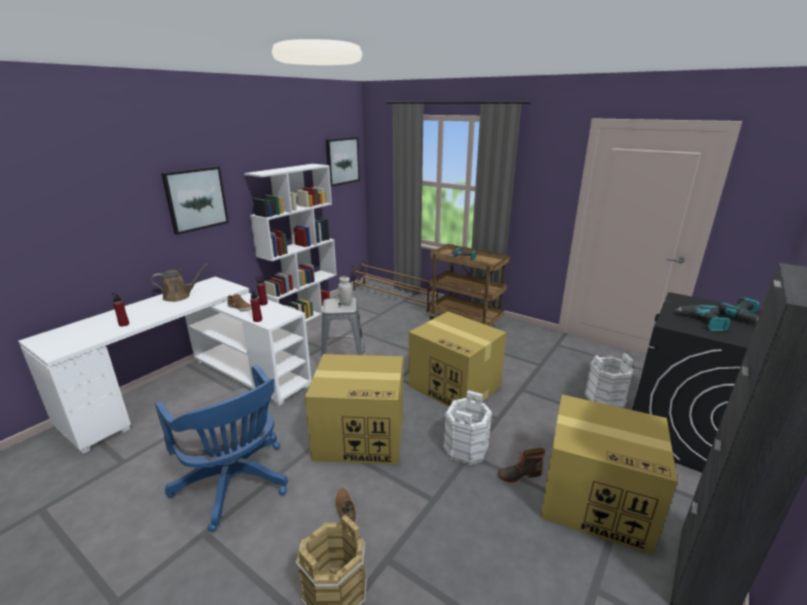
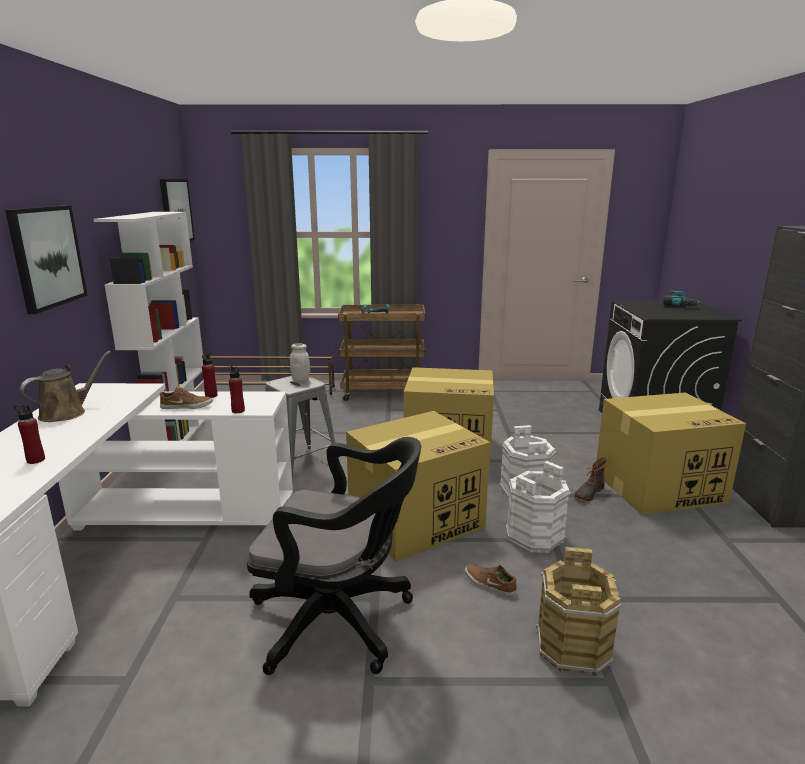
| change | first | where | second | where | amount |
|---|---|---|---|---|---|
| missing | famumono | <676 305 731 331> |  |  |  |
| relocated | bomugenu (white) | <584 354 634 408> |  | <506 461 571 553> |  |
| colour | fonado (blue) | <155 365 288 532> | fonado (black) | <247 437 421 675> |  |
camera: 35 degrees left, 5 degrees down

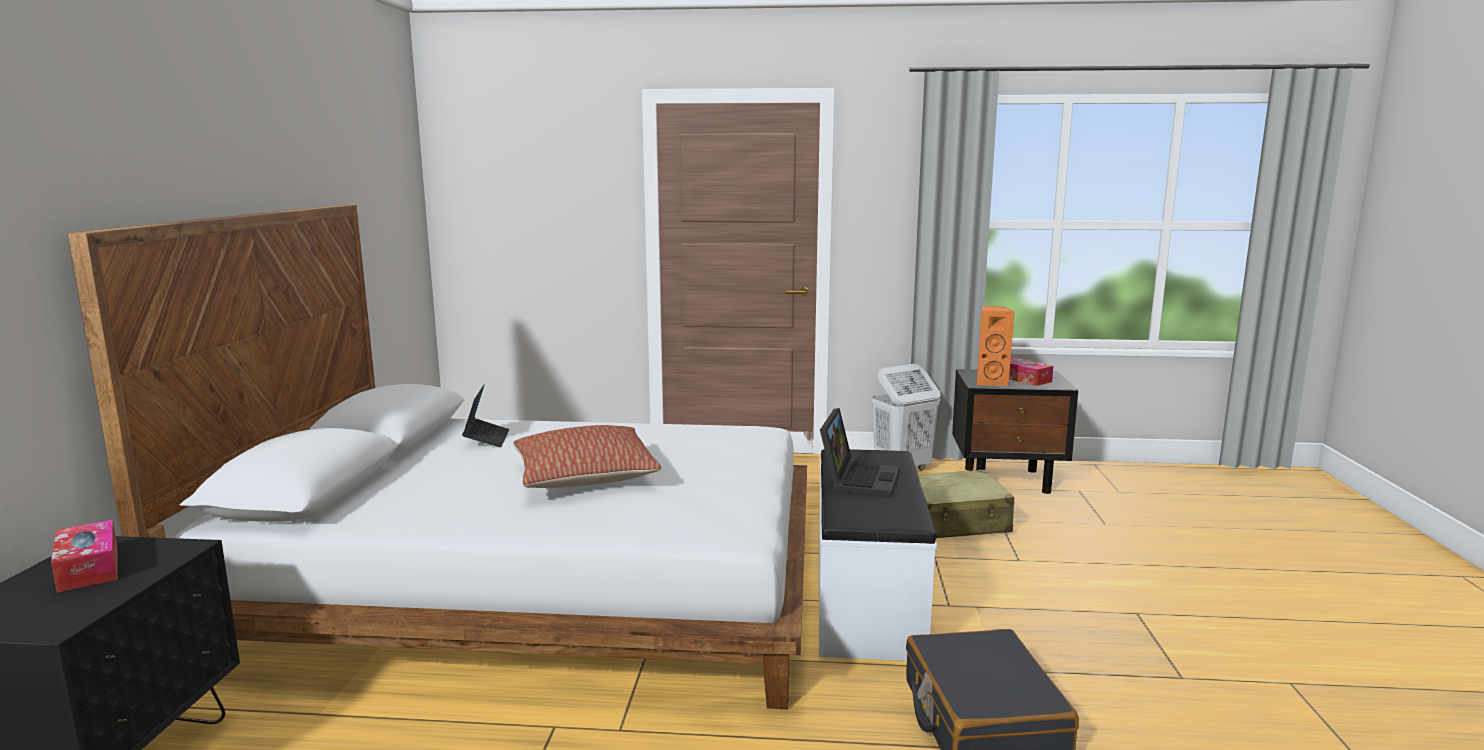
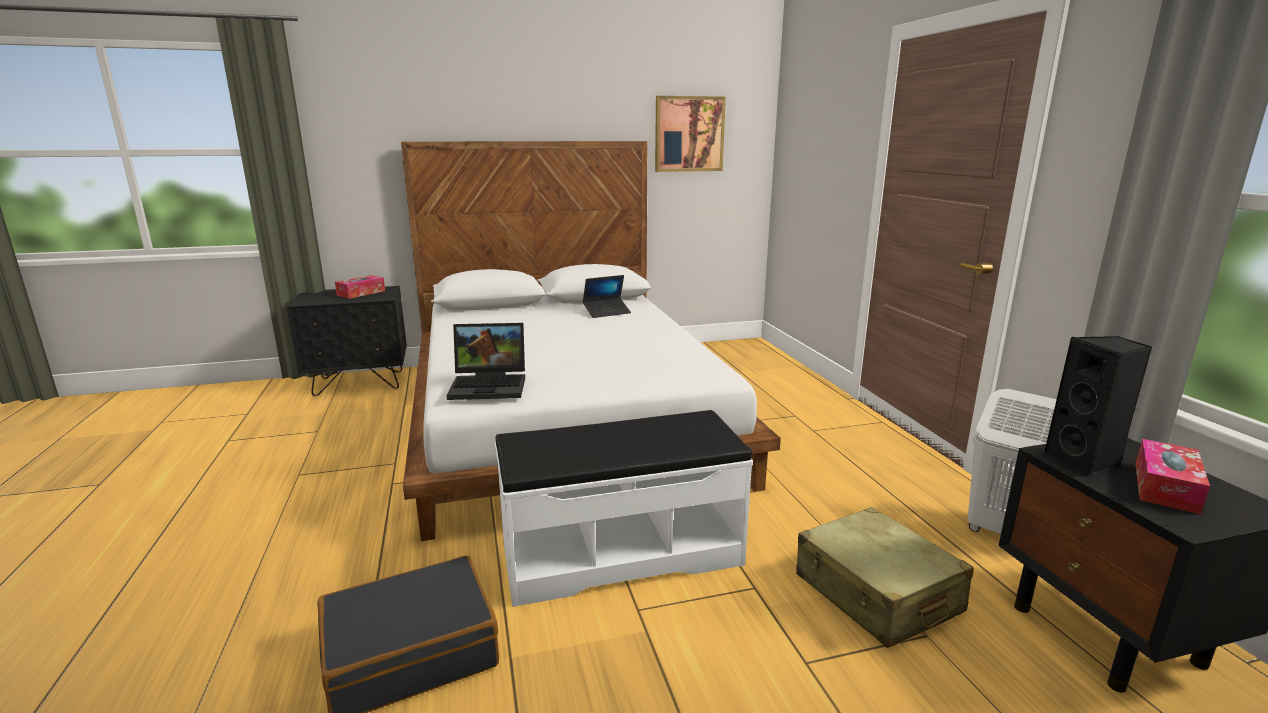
| change | first | where | second | where | amount |
|---|---|---|---|---|---|
| missing | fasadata | <513 425 661 488> |  |  |  |
| appeared |  |  | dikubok | <655 96 726 172> |  |
| relocated | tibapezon | <820 408 900 497> |  | <447 323 525 400> |  |
| colour | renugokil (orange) | <977 306 1014 386> | renugokil (black) | <1044 336 1153 476> |  |
camera: 70 degrees right, 5 degrees up

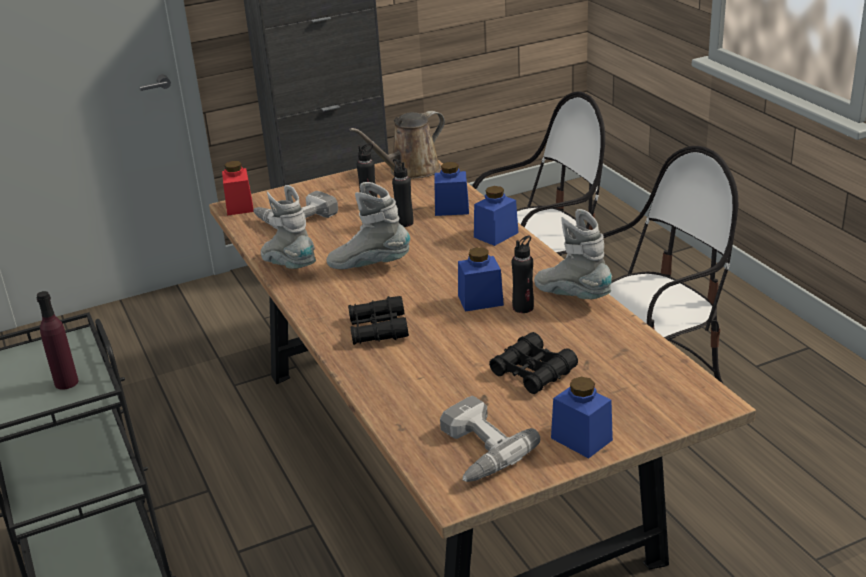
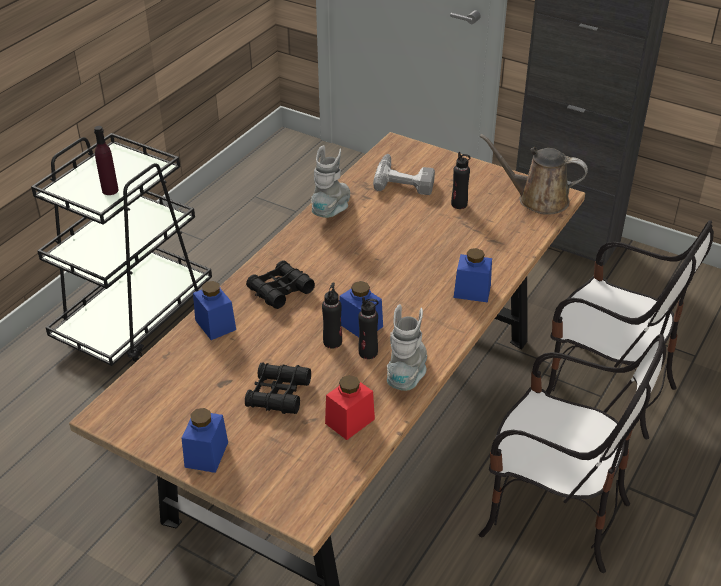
| change | first | where | second | where | amount |
|---|---|---|---|---|---|
| missing | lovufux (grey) | <326 182 410 269> |  |  |  |
| missing | famumono | <440 396 540 482> |  |  |  |
| relocated | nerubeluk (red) | <222 161 253 216> |  | <325 375 375 440> |  |
| relocated | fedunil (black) | <392 159 414 227> |  | <322 283 342 349> |  |
| relocated | nerubeluk (blue) | <434 162 469 216> |  | <193 281 236 340> |  |
camera: 55 degrees right, 10 degrees up

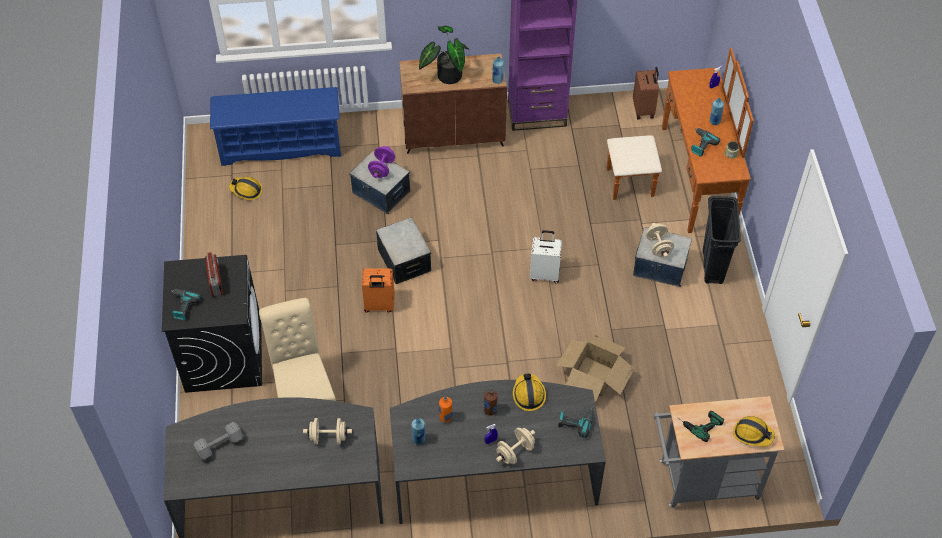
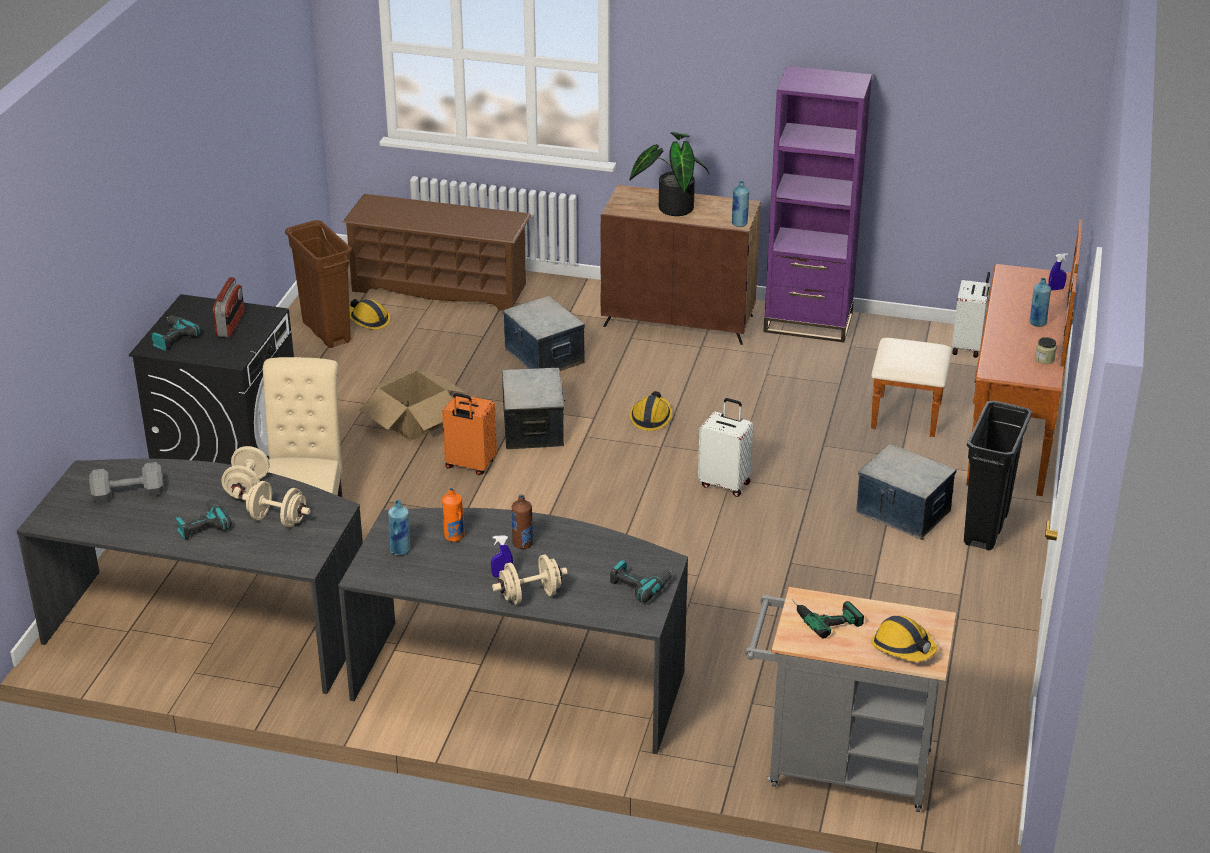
| change | first | where | second | where | amount |
|---|---|---|---|---|---|
| missing | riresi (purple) | <368 146 395 178> |  |  |  |
| appeared |  |  | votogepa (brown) | <285 220 352 348> |  |
| relocated | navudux | <513 374 546 411> |  | <630 391 672 431> |  |
| relocated | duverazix | <556 334 635 402> |  | <359 370 466 441> |  |
| relocated | riresi (beige) | <646 223 674 258> |  | <222 446 270 499> |  |
| relocated | famumono | <691 128 720 157> |  | <176 499 232 540> |  |
| colour | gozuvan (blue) | <210 87 341 166> | gozuvan (brown) | <343 194 531 311> |  |
| colour | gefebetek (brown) | <633 67 659 119> | gefebetek (white) | <952 272 990 358> |  |
camera: 20 degrees right, 20 degrees down

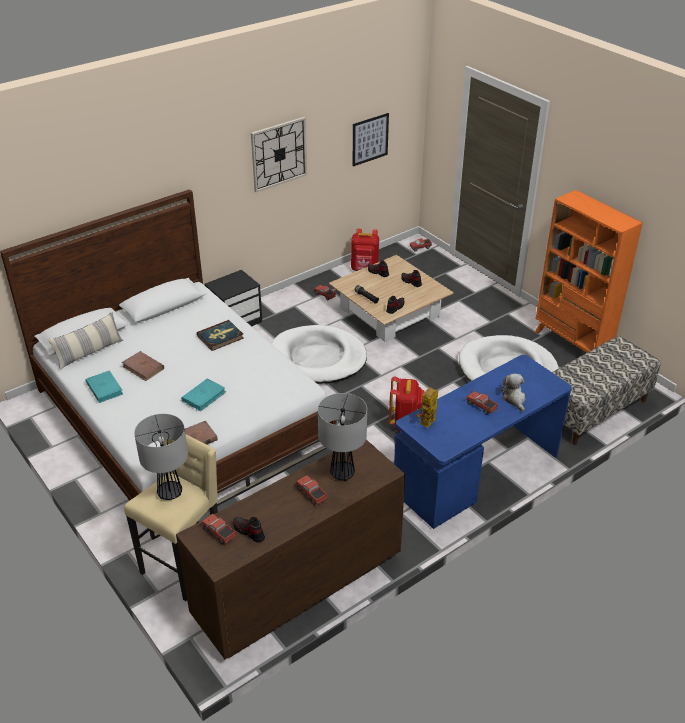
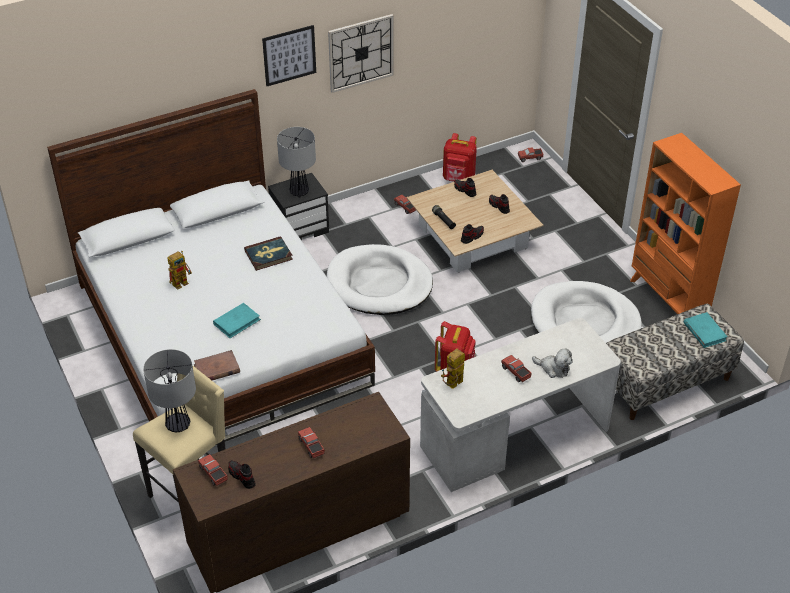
| change | first | where | second | where | amount |
|---|---|---|---|---|---|
| missing | fasadata | <48 312 123 370> |  |  |  |
| relocated | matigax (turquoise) | <85 371 123 403> |  | <684 312 728 348> |  |
| relocated | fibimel | <318 393 367 481> |  | <277 127 316 198> |  |
| relocated | dikubok | <353 113 389 167> |  | <262 25 316 86> |  |
| exchanged | matigax (brown) | <122 351 164 381> | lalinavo | <167 251 192 290> |  |
| colour | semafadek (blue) | <394 355 572 529> | semafadek (white) | <420 318 621 492> |  |
| spun | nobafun | <501 373 525 412> |  | <532 348 573 378> | 120 degrees clockwise |
camera: 10 degrees right, 5 degrees up

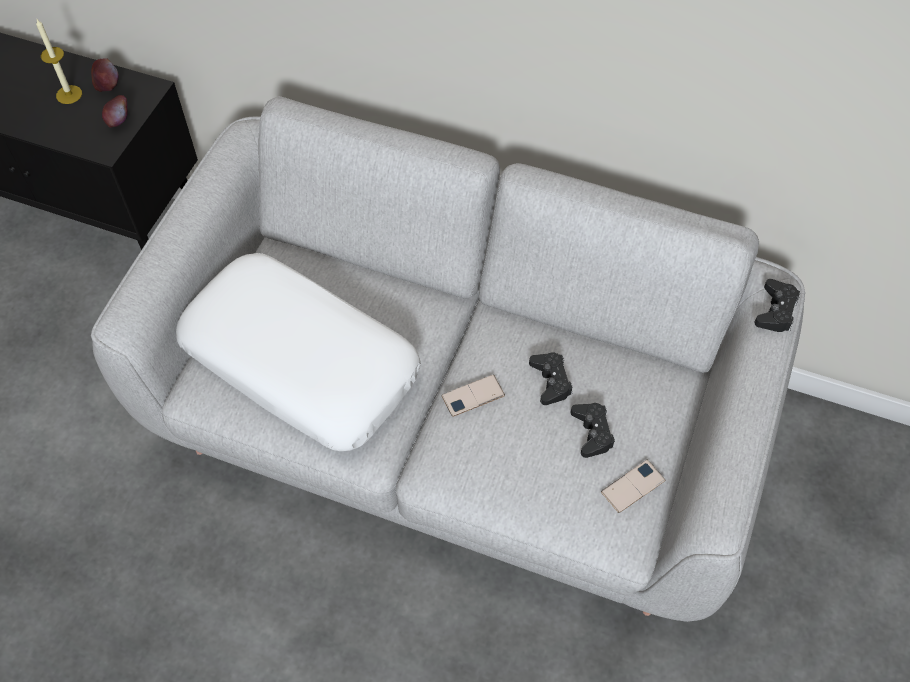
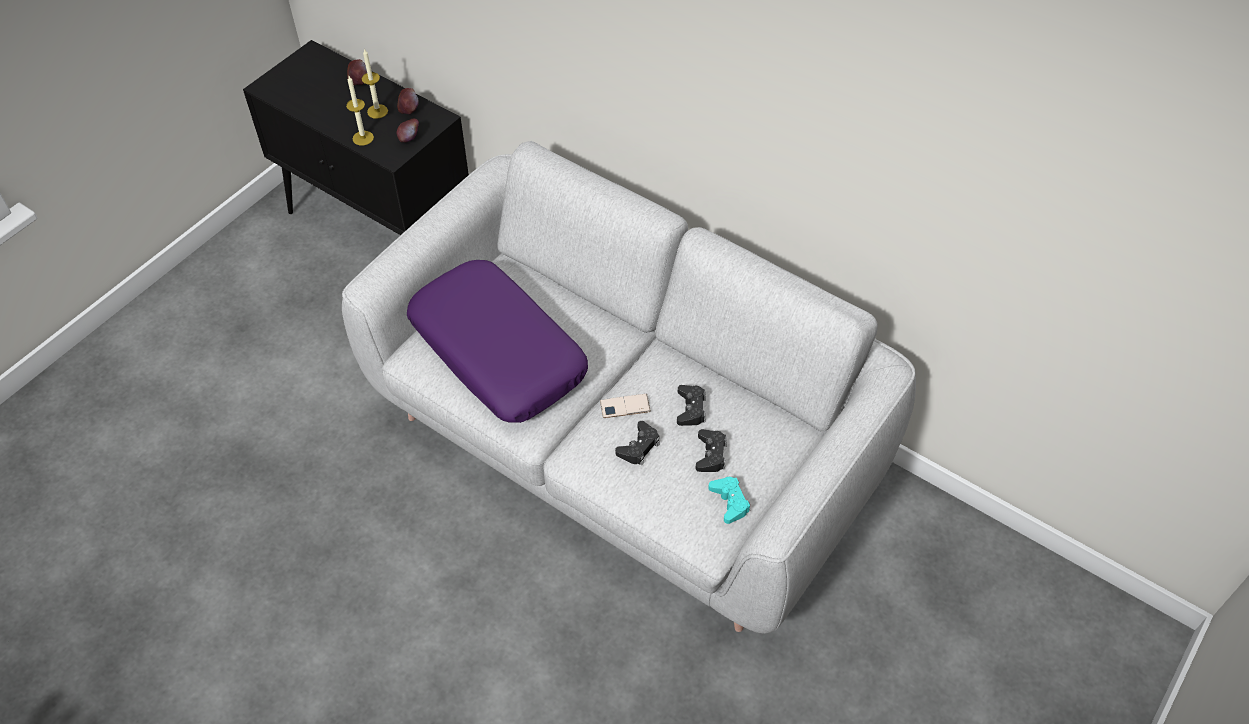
| change | first | where | second | where | amount |
|---|---|---|---|---|---|
| appeared |  |  | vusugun | <346 76 374 146> |  |
| appeared |  |  | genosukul | <347 59 367 86> |  |
| relocated | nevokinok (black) | <754 279 800 332> |  | <615 421 660 465> |  |
| exchanged | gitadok | <601 460 665 513> | nevokinok (turquoise) | <708 477 750 524> |  |
| colour | fasadata (white) | <176 253 421 451> | fasadata (purple) | <407 260 588 423> |  |
camera: 15 degrees right, 5 degrees down

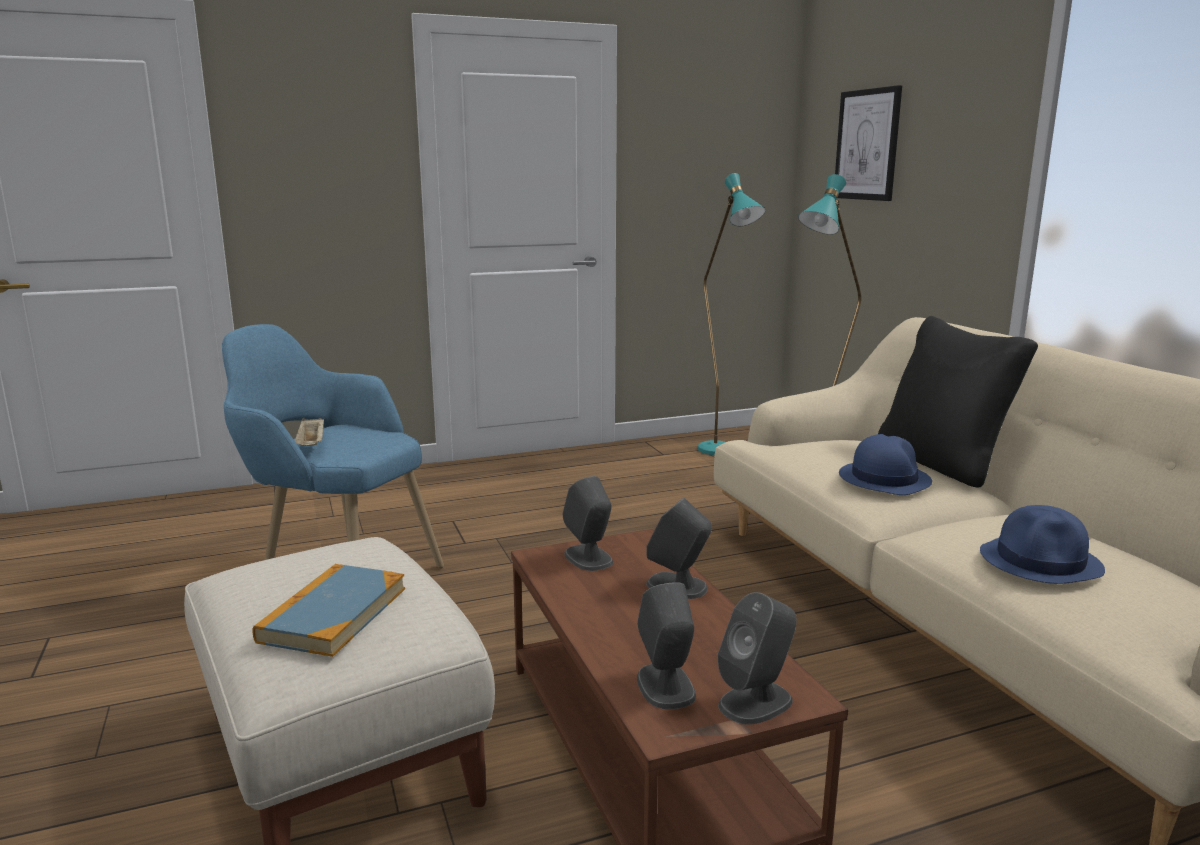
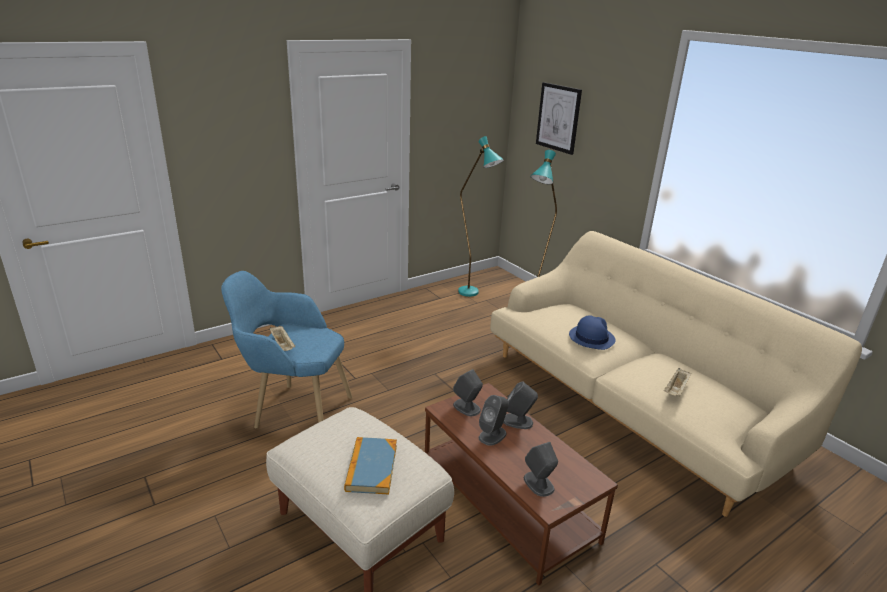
| change | first | where | second | where | amount |
|---|---|---|---|---|---|
| missing | fasadata (black) | <878 316 1038 488> |  |  |  |
| relocated | renugokil (grey) | <718 592 797 725> |  | <479 395 509 446> |  |
| exchanged | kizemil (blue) | <980 505 1105 584> | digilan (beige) | <664 368 691 396> |  |
camera: 15 degrees left, 10 degrees up

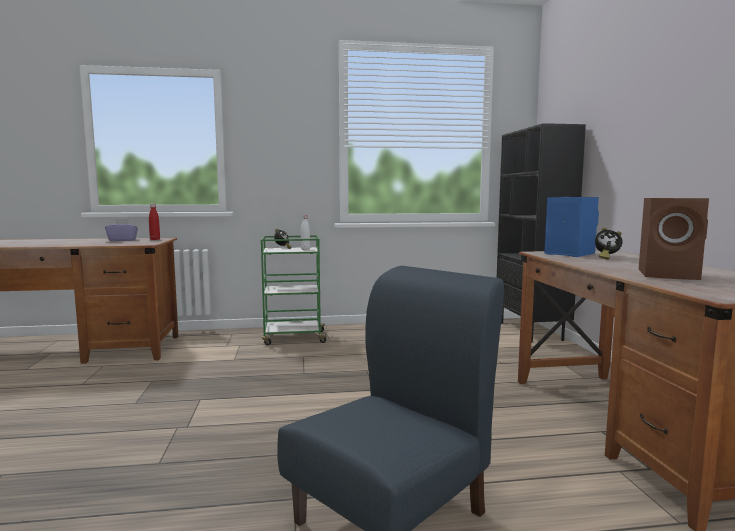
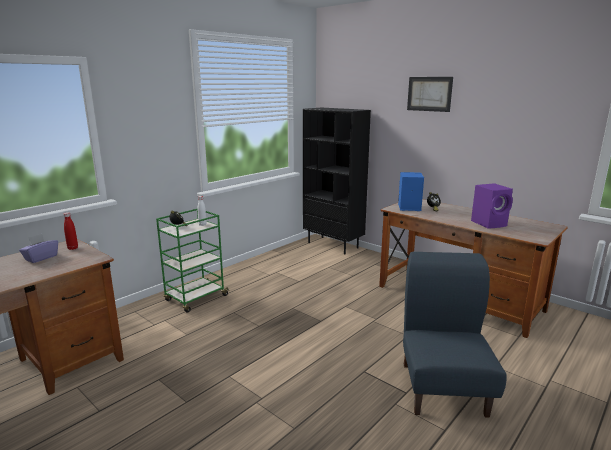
| change | first | where | second | where | amount |
|---|---|---|---|---|---|
| appeared |  |  | dikubok | <407 77 453 112> |  |
| colour | renugokil (brown) | <639 198 709 280> | renugokil (purple) | <471 183 513 228> |  |
camera: 40 degrees left, 10 degrees up

